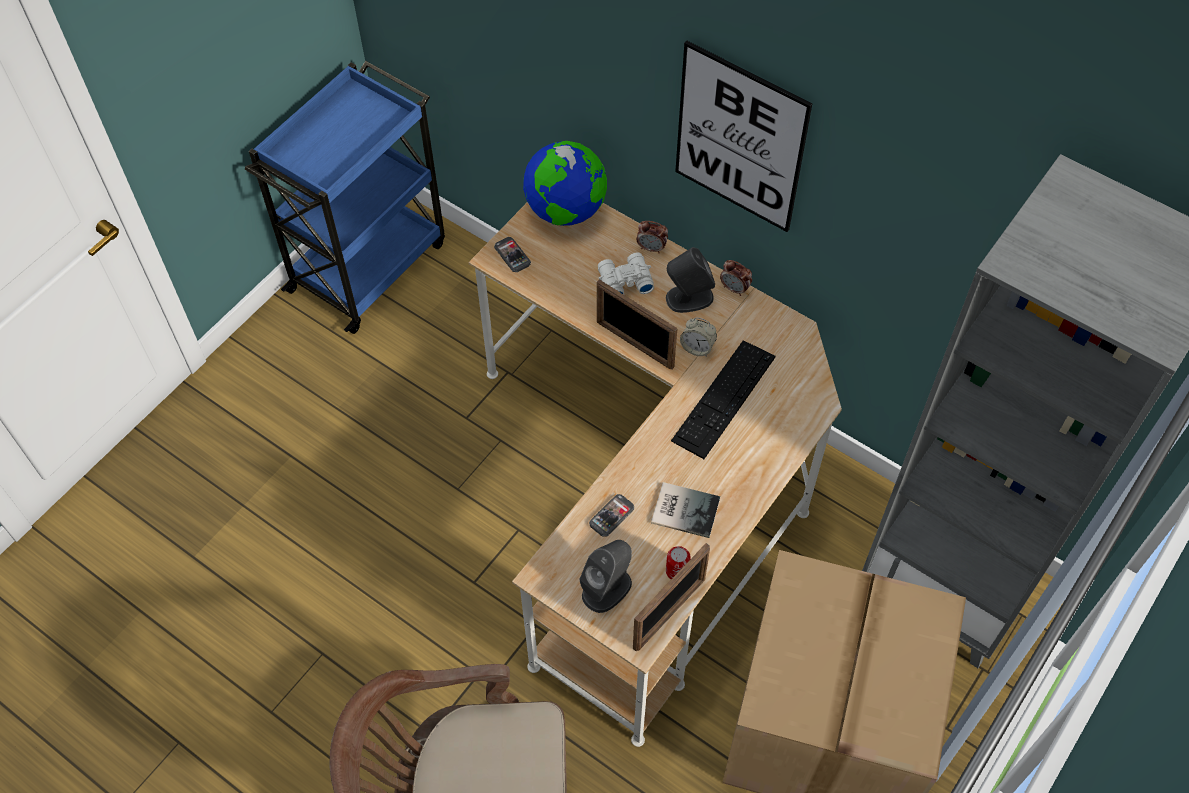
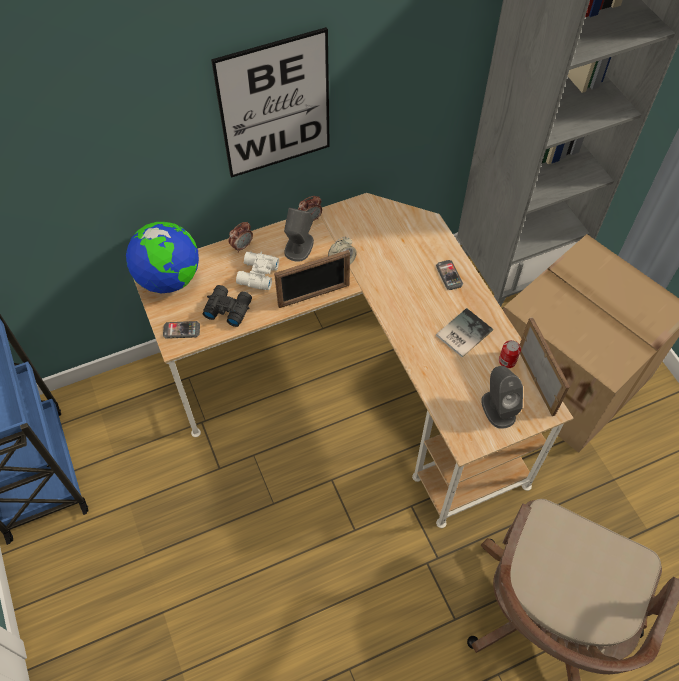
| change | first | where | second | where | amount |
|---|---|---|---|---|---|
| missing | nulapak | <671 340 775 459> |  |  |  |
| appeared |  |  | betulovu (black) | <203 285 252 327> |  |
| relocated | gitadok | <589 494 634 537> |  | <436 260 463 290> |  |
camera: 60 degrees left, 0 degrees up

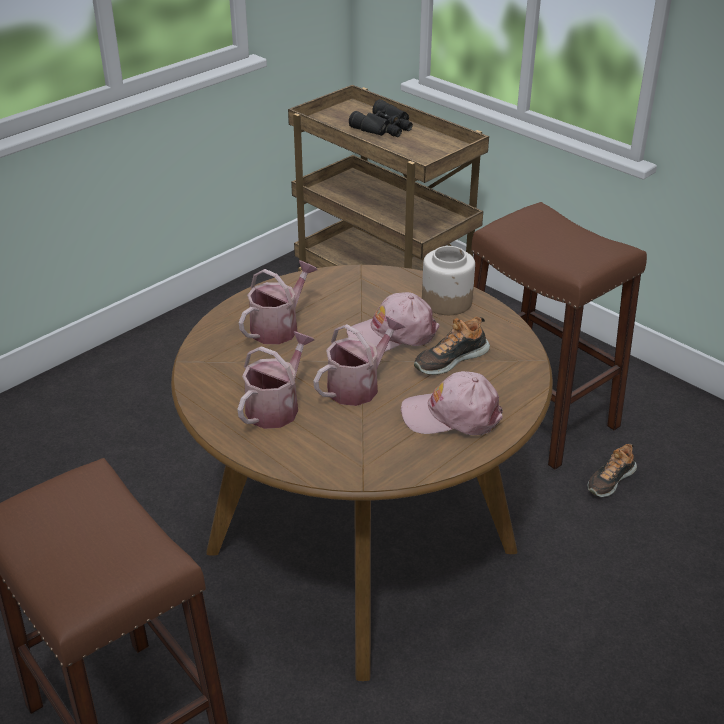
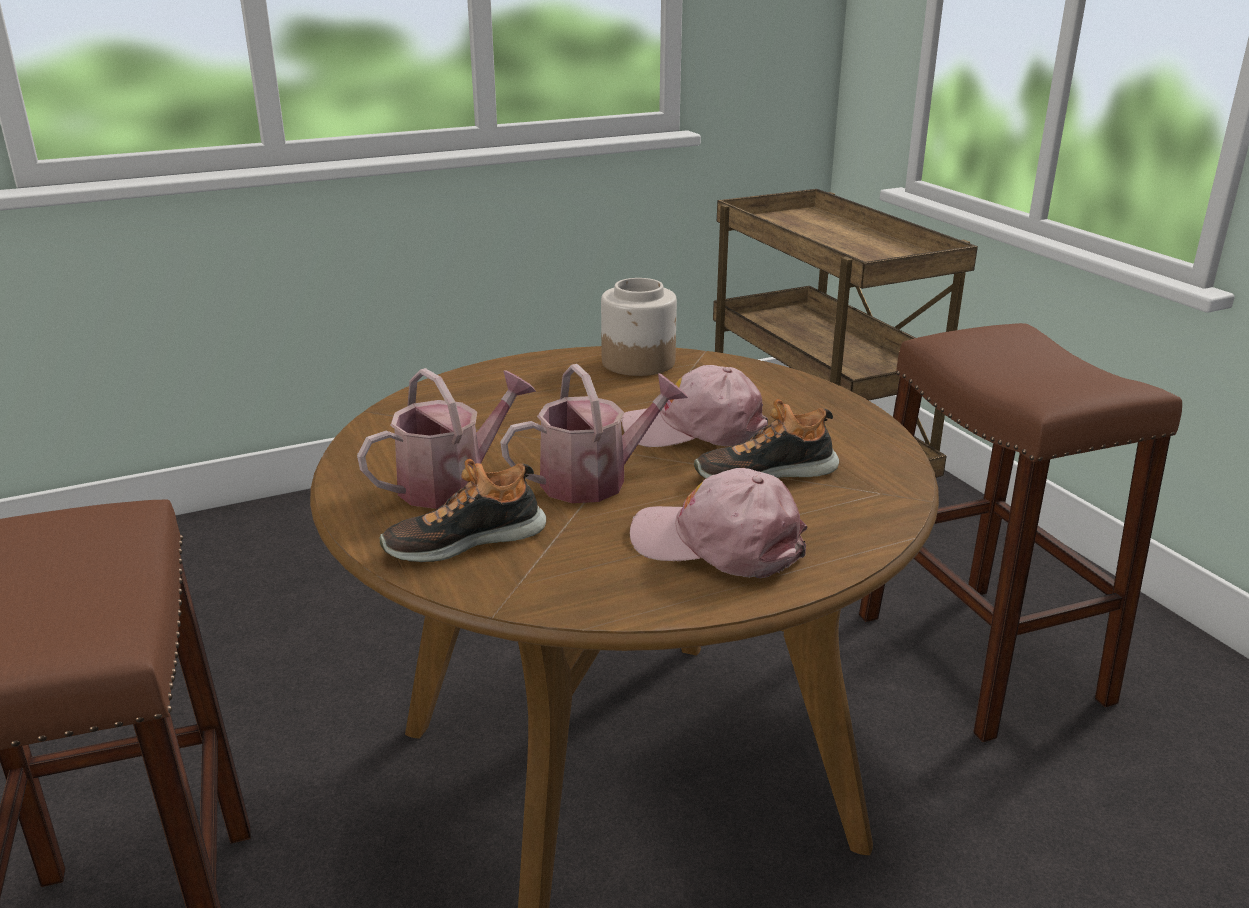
| change | first | where | second | where | amount |
|---|---|---|---|---|---|
| missing | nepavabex | <239 260 318 344> |  |  |  |
| missing | betulovu (black) | <349 99 413 137> |  |  |  |
| relocated | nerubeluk | <422 246 475 315> |  | <601 278 677 376> |  |
| relocated | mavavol | <587 444 637 497> |  | <380 459 546 562> |  |
camera: 20 degrees right, 10 degrees down

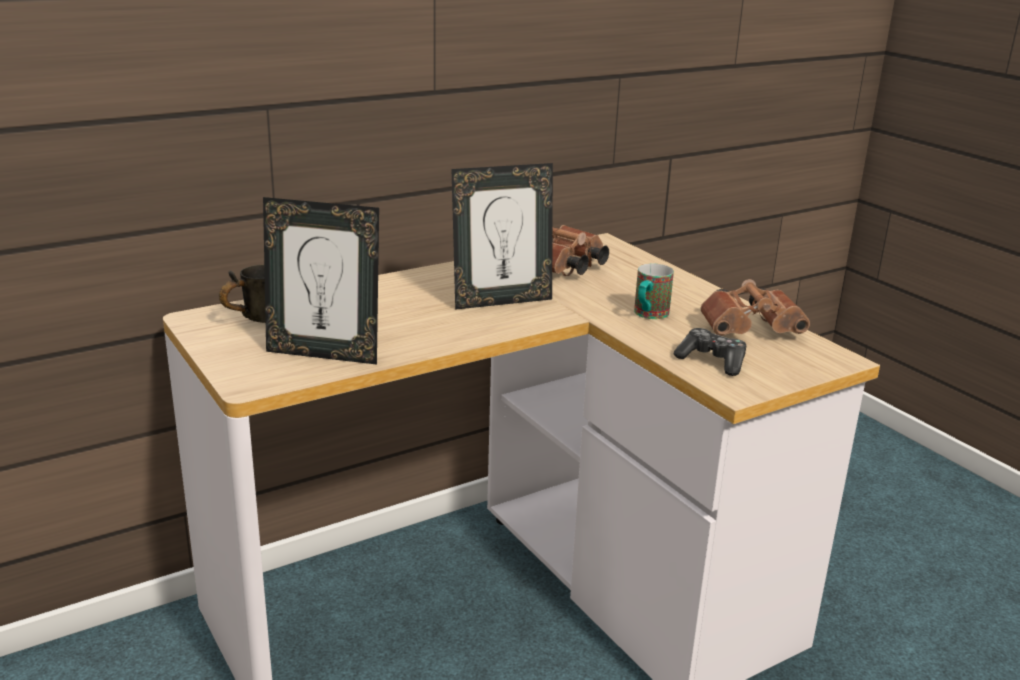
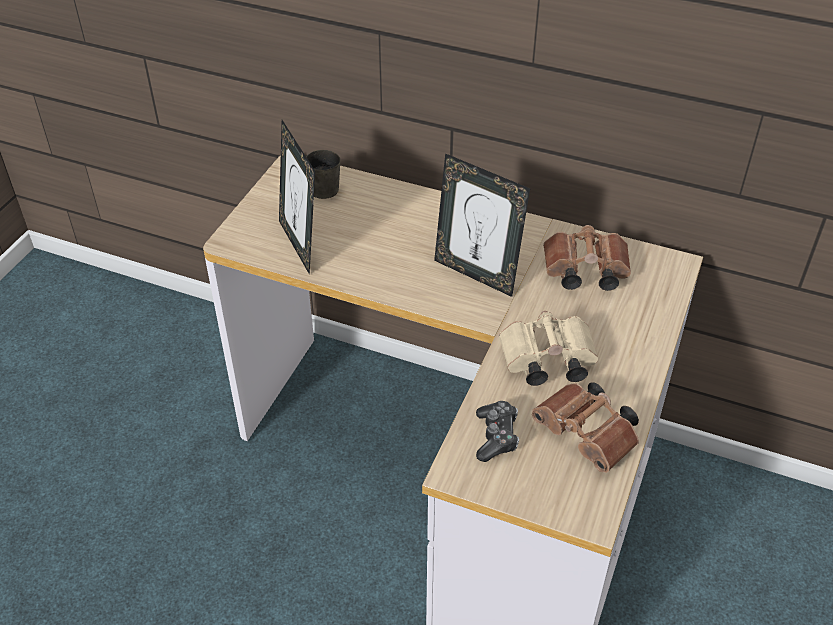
| change | first | where | second | where | amount |
|---|---|---|---|---|---|
| exchanged | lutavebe | <634 264 674 319> | betulovu (beige) | <499 311 598 386> |  |
camera: 55 degrees right, 20 degrees up

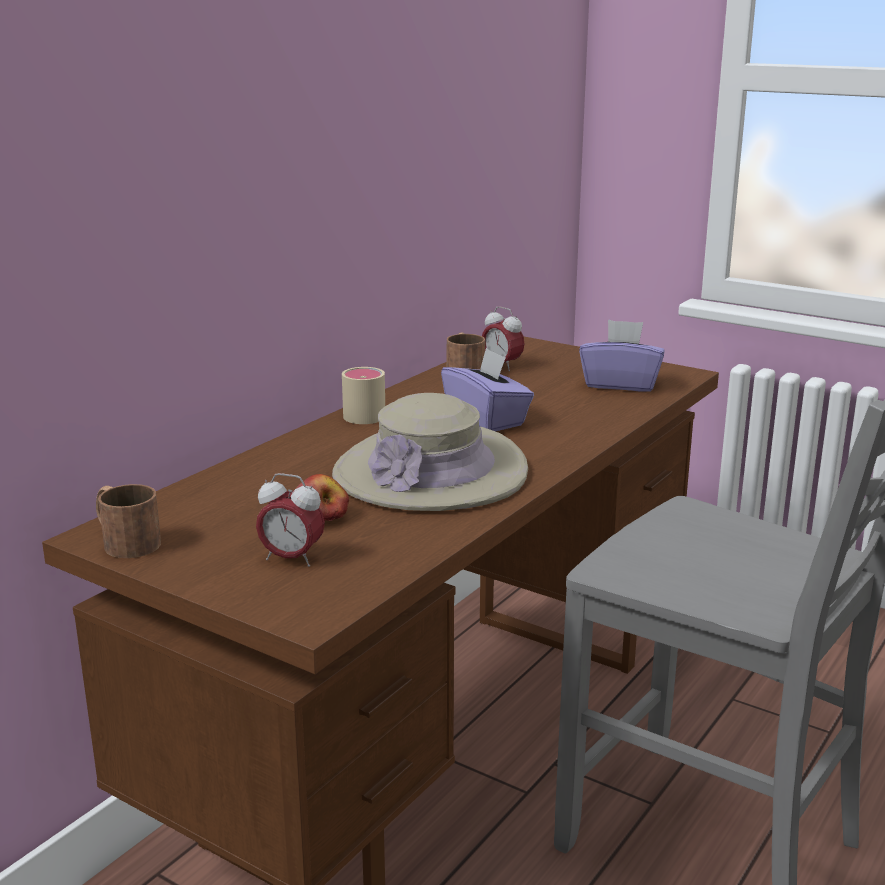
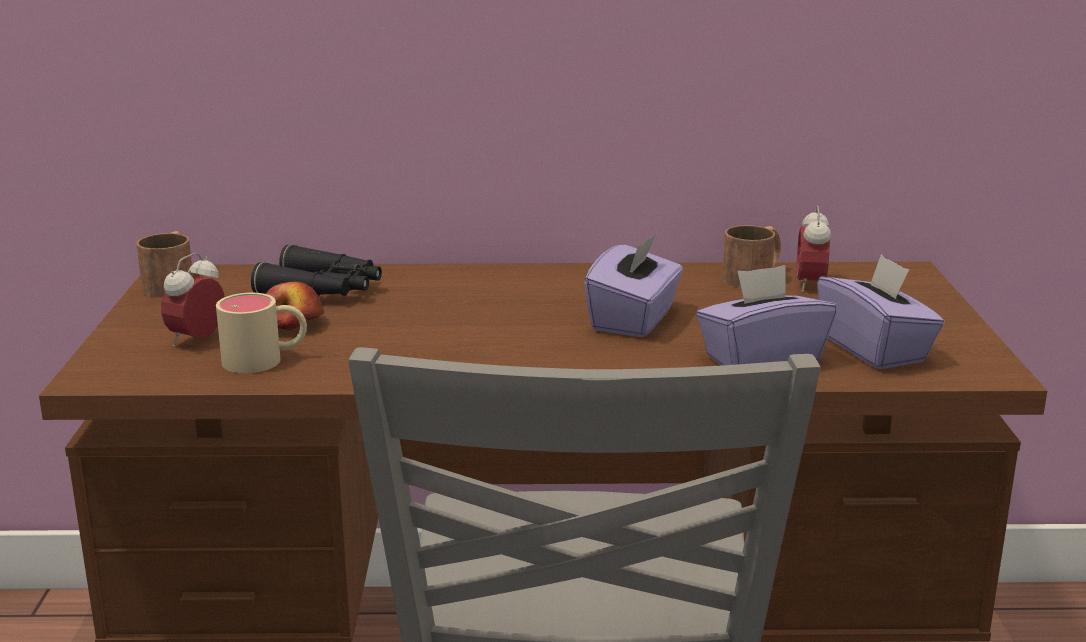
| change | first | where | second | where | amount |
|---|---|---|---|---|---|
| missing | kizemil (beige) | <332 393 528 511> |  |  |  |
| appeared |  |  | betulovu (black) | <251 244 382 296> |  |
| appeared |  |  | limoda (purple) | <696 265 837 365> |  |
| relocated | lutavebe (beige) | <342 367 385 424> |  | <216 293 307 373> |  |
| spun | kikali | <256 473 325 567> |  | <161 253 225 347> | 45 degrees clockwise |
camera: 55 degrees right, 0 degrees up

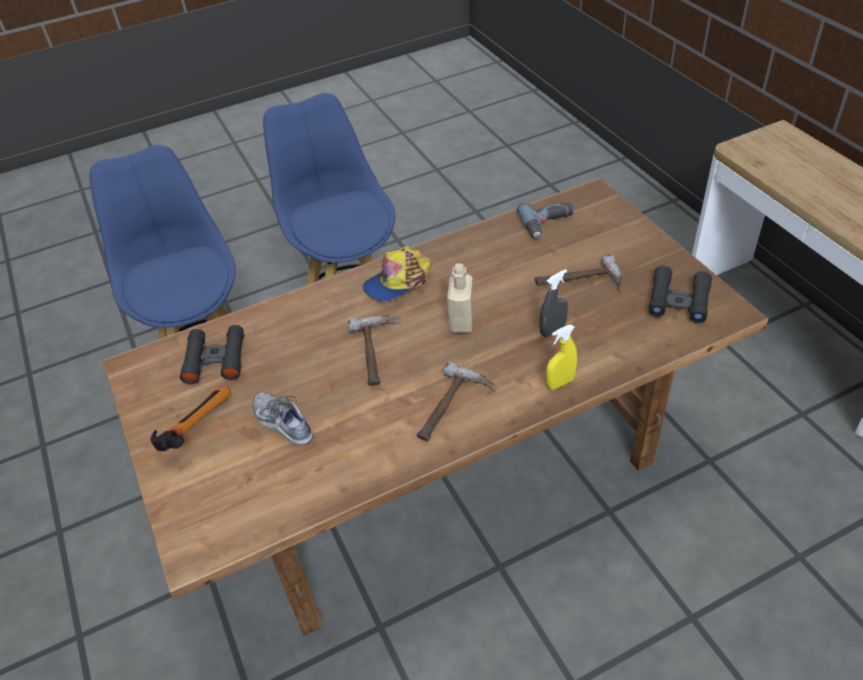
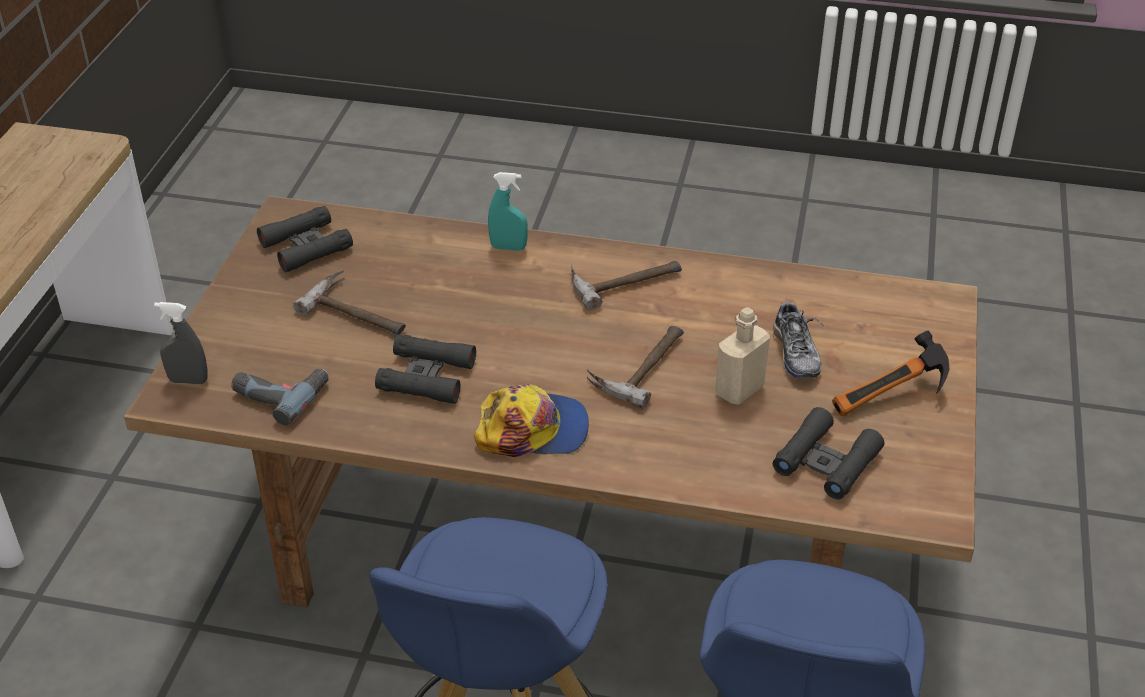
| change | first | where | second | where | amount |
|---|---|---|---|---|---|
| appeared |  |  | betulovu (black) | <375 335 476 404> |  |
| relocated | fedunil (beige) | <447 263 474 333> |  | <715 307 770 405> |  |
| relocated | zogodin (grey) | <540 269 568 337> |  | <154 302 208 384> |  |
| colour | zogodin (yellow) | <546 325 577 390> | zogodin (turquoise) | <488 172 528 251> |  |
camera: 145 degrees left, 5 degrees down

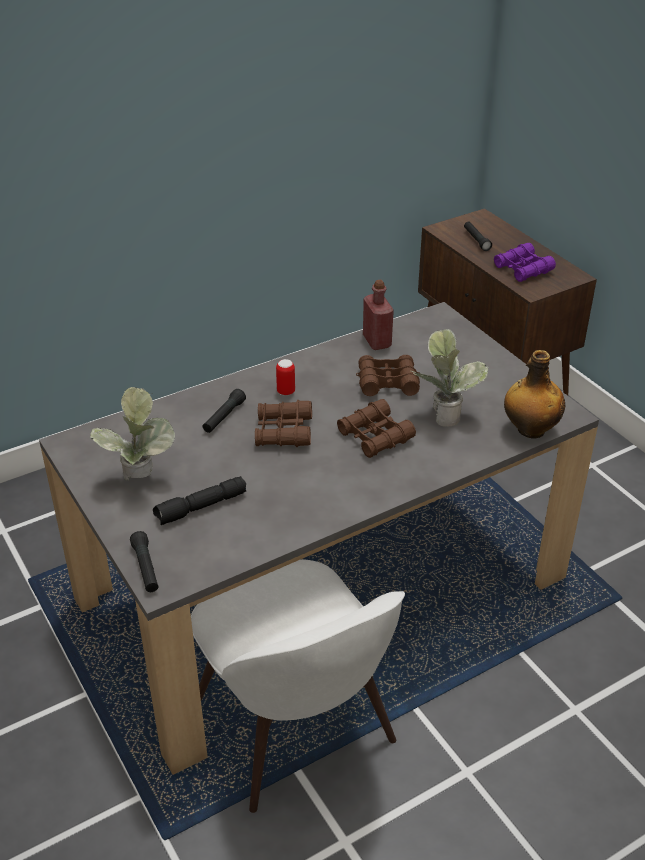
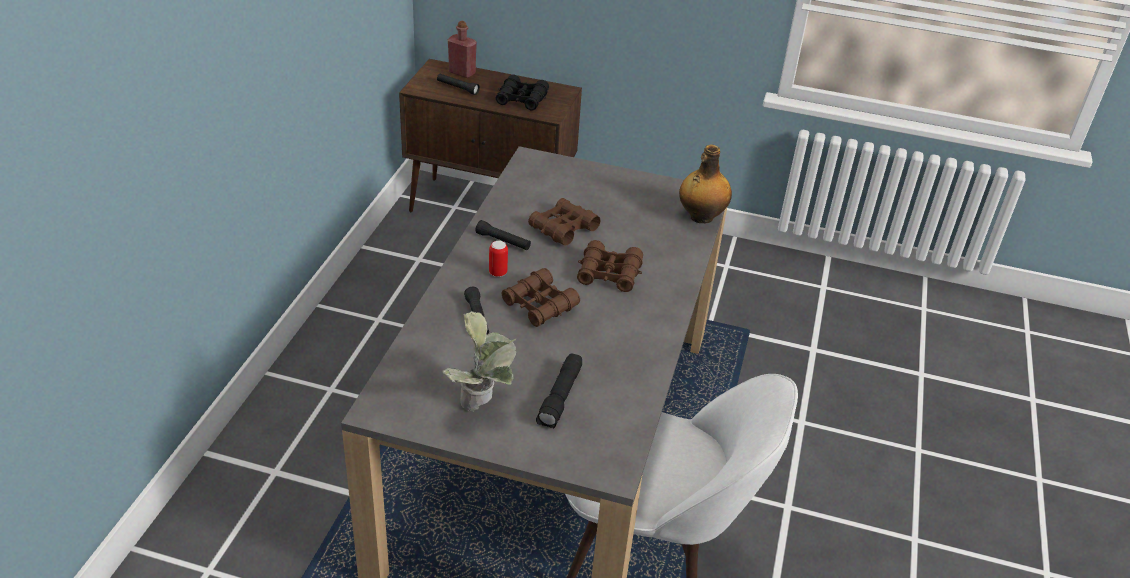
| change | first | where | second | where | amount |
|---|---|---|---|---|---|
| missing | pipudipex | <412 329 488 427> |  |  |  |
| relocated | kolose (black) | <130 531 158 592> |  | <475 220 531 250> |  |
| relocated | fedunil (red) | <363 280 394 350> |  | <448 21 477 78> |  |
| colour | betulovu (purple) | <494 243 556 282> | betulovu (black) | <496 75 549 111> |  |
camera: 45 degrees left, 0 degrees up

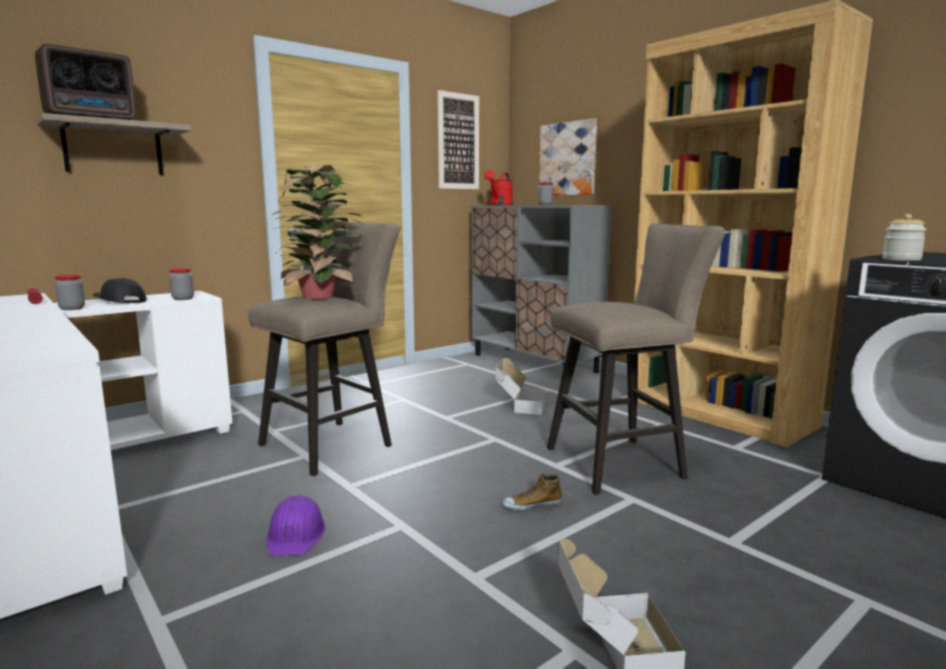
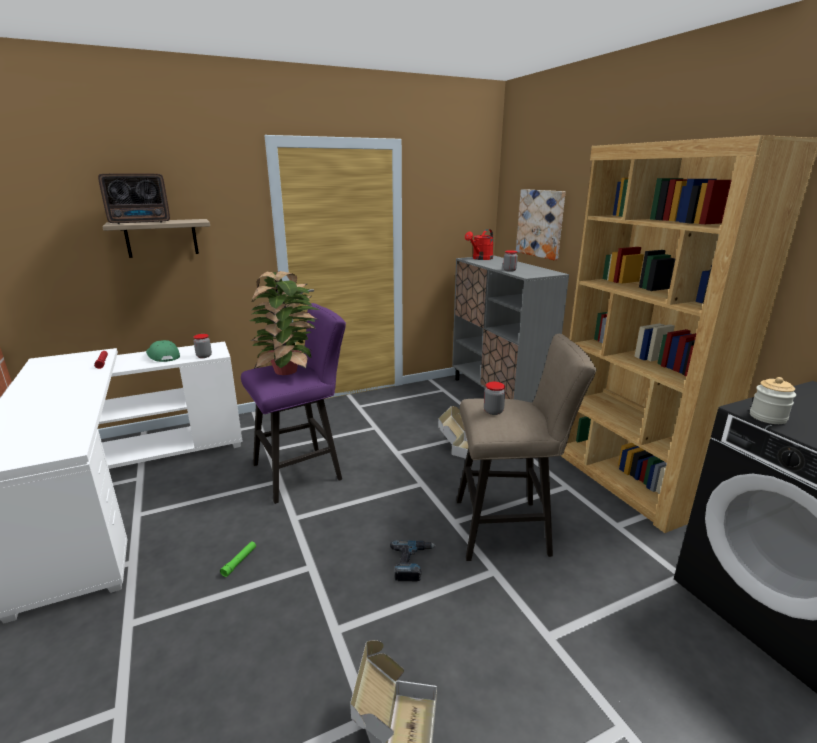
| change | first | where | second | where | amount |
|---|---|---|---|---|---|
| missing | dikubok | <437 90 479 189> |  |  |  |
| relocated | nerubeluk | <55 275 85 310> |  | <484 382 505 415> |  |
| exchanged | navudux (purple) | <267 495 326 556> | kolose (green) | <220 541 256 577> |  |
| exchanged | mavavol | <502 474 562 511> | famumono | <390 540 436 581> |  |
| colour | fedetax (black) | <93 278 147 303> | fedetax (green) | <146 340 180 362> |  |
| colour | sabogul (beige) | <248 222 400 476> | sabogul (purple) | <241 303 346 504> |  |
camera: 15 degrees right, 10 degrees up

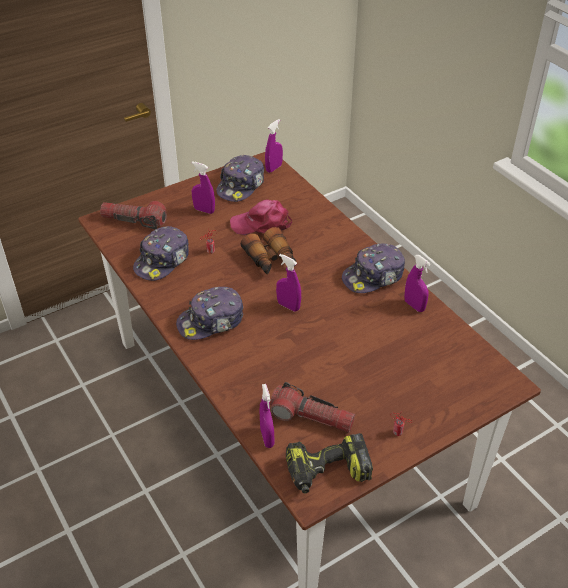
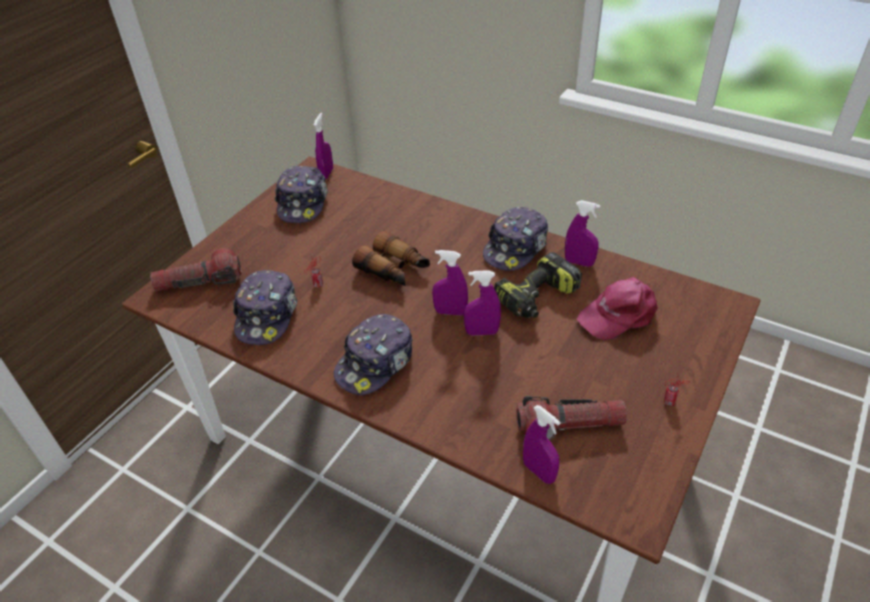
| change | first | where | second | where | amount |
|---|---|---|---|---|---|
| relocated | zogodin (purple) | <192 161 215 214> |  | <464 270 501 336> |  |
| relocated | fedetax (pink) | <230 200 292 235> |  | <577 277 658 341> |  |
| relocated | famumono | <286 433 373 493> |  | <494 252 582 318> |  |
camera: 25 degrees left, 0 degrees up

